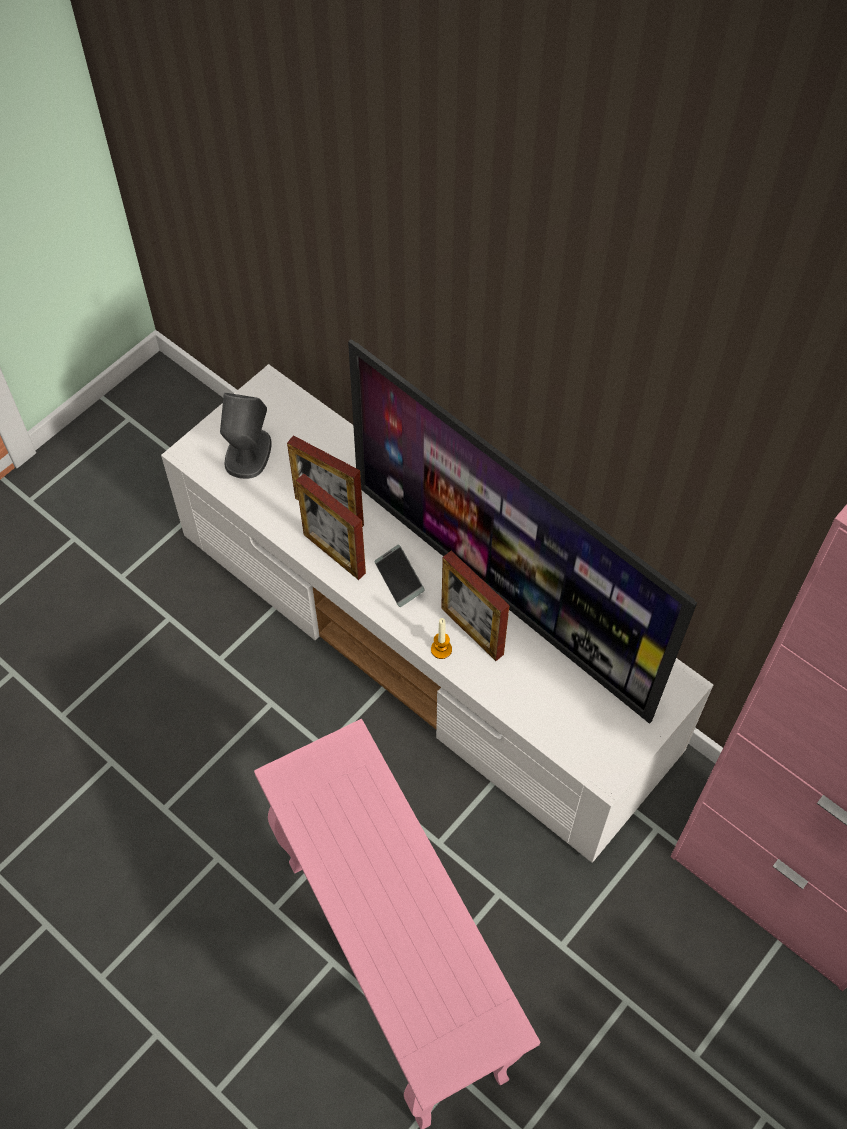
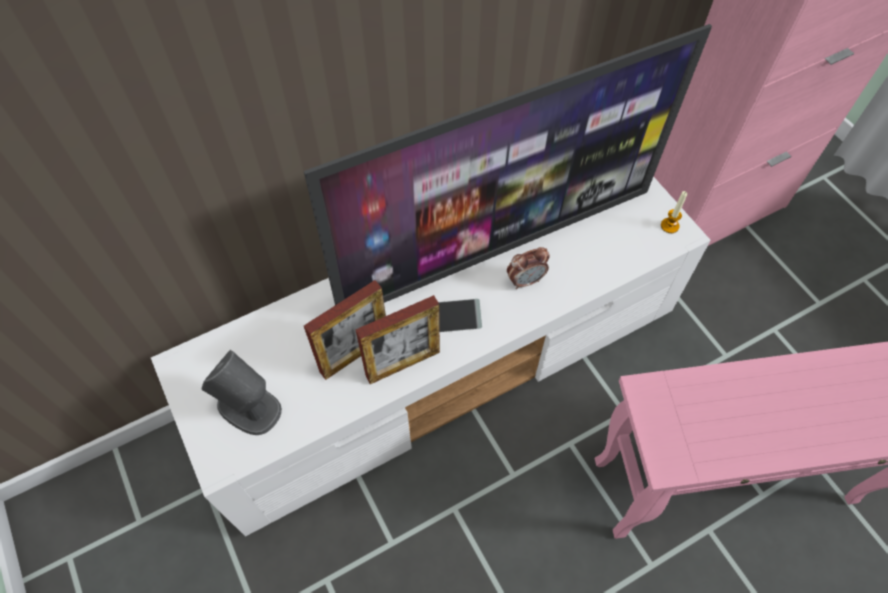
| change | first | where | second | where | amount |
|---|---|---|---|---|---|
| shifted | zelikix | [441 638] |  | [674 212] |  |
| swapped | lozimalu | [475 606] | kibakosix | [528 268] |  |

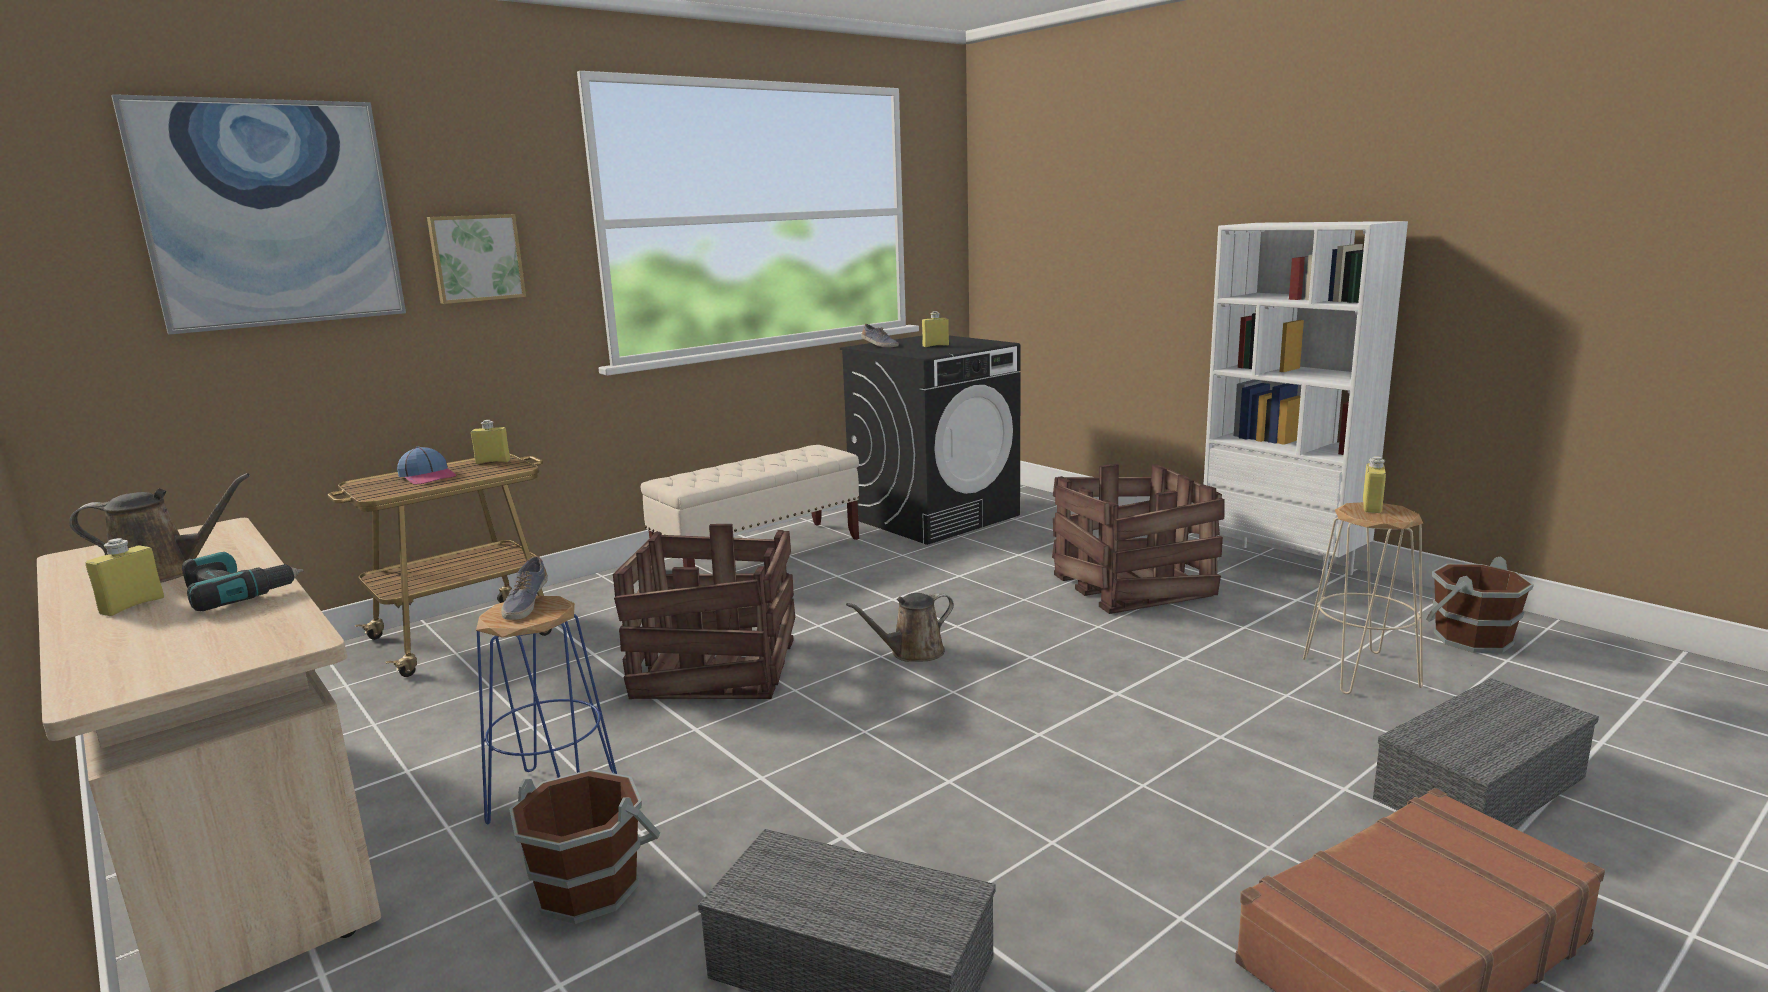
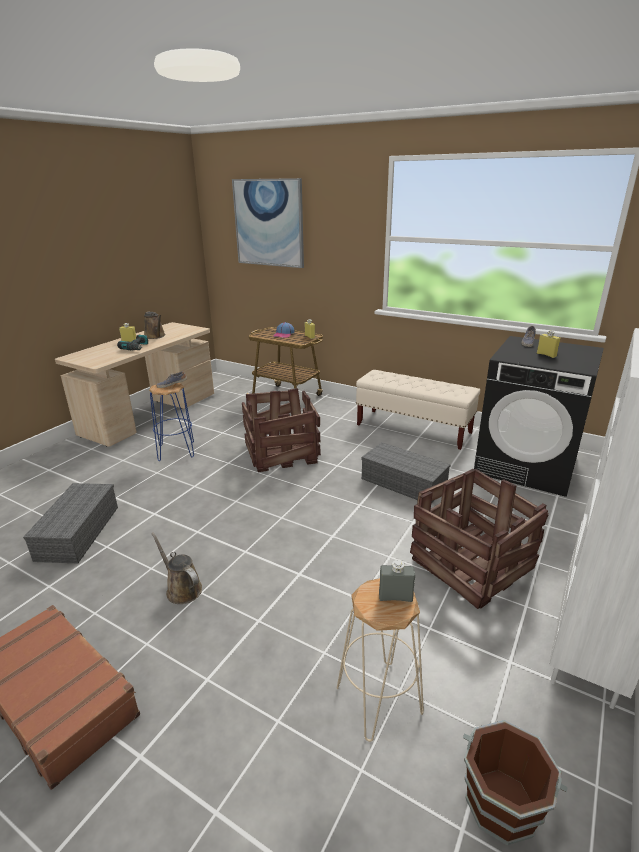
| change | first | where | second | where | amount |
|---|---|---|---|---|---|
| gone | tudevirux | [476 259] |  |  |  |
| gone | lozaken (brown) | [584 846] |  |  |  |
| shifted | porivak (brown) | [900 627] |  | [176 568] |  |
| repainted | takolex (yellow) | [1374 484] | takolex (grey) | [397 581] |  |
| shifted | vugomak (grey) | [1486 752] |  | [406 472] |  |

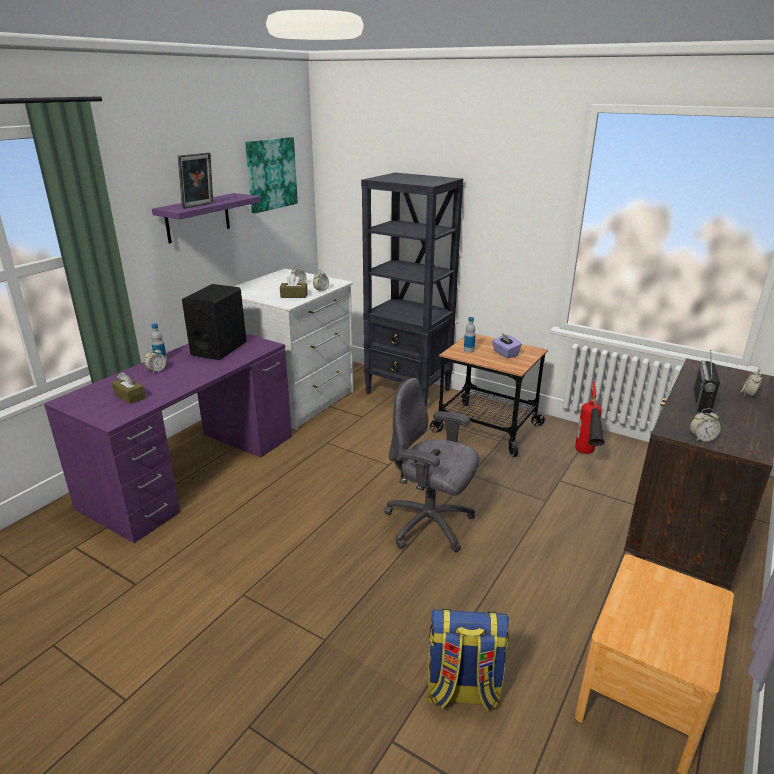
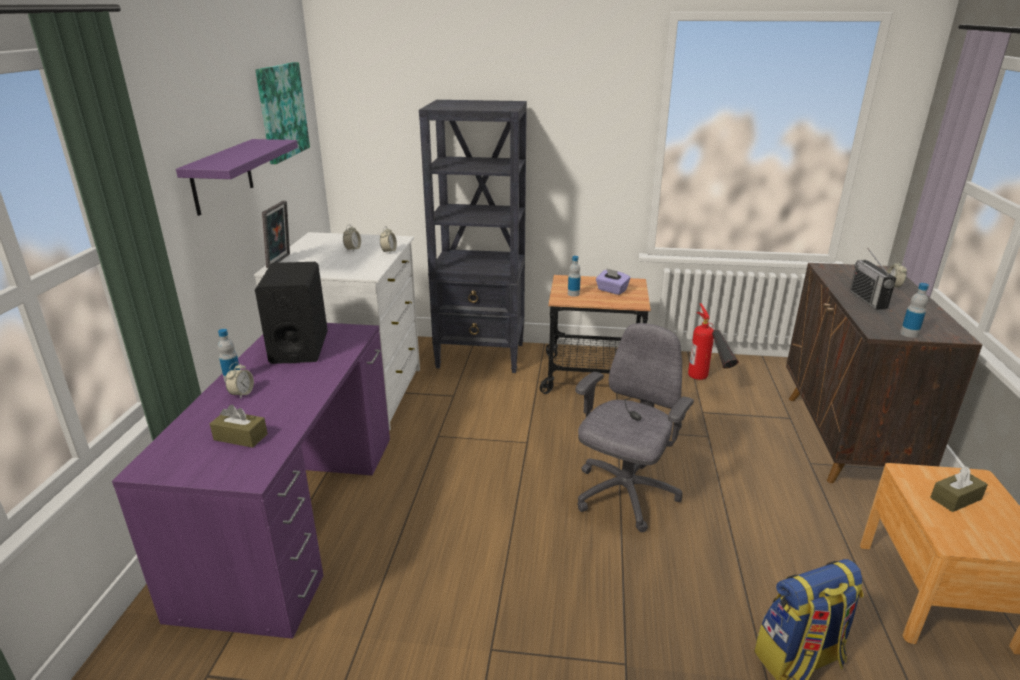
| change | first | where | second | where | amount |
|---|---|---|---|---|---|
| shifted | lozimalu | [195 180] |  | [276 234] |  |
| shifted | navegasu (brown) | [294 286] |  | [959 489] |  |
| rotated | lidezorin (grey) | [432 465] |  | [634 427] | 120 degrees clockwise |
| swapped | kibakosix | [705 425] | takolex | [914 310] |  |

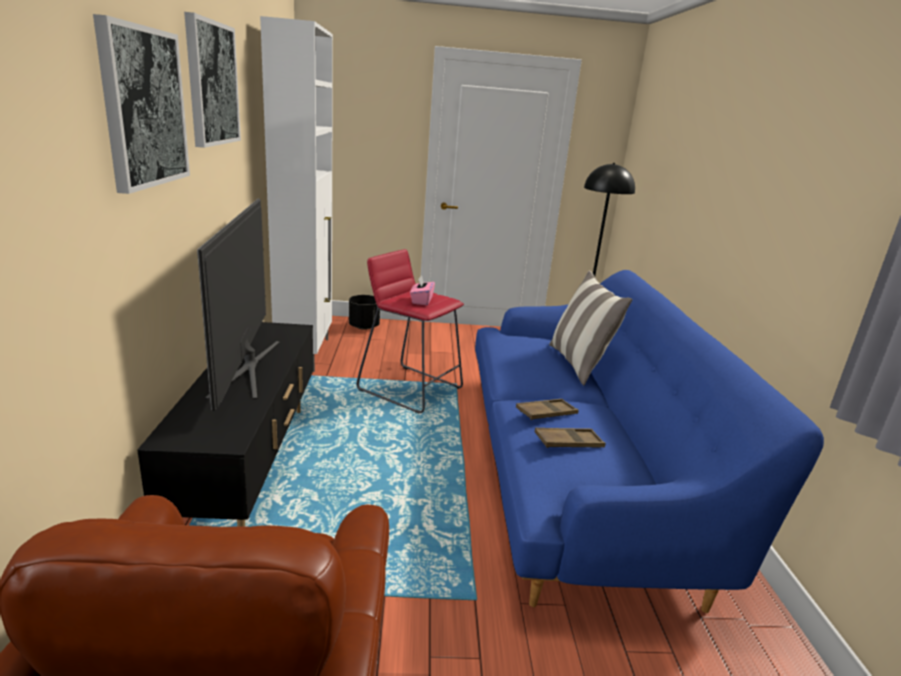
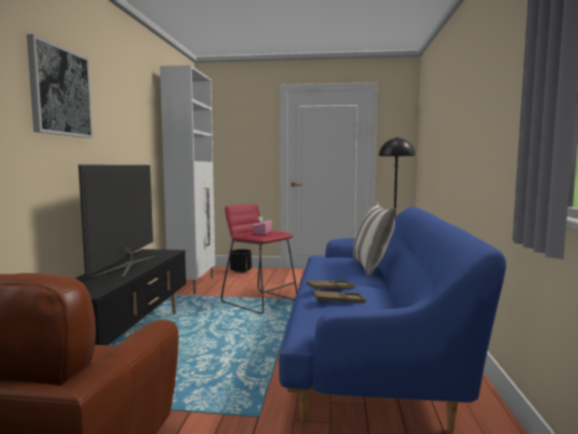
| change | first | where | second | where | amount |
|---|---|---|---|---|---|
| gone | tudevirux | [212 80] |  |  |  |

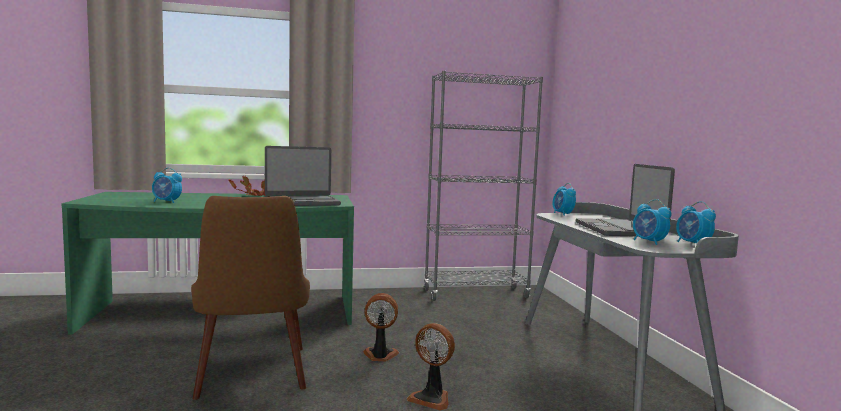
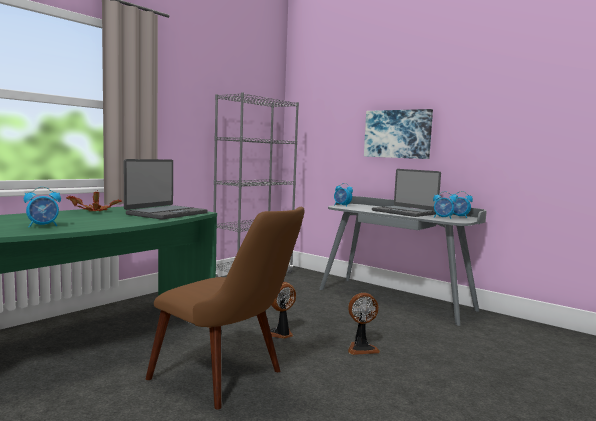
| change | first | where | second | where | amount |
|---|---|---|---|---|---|
| new |  |  | tudevirux | [398 134] |  |

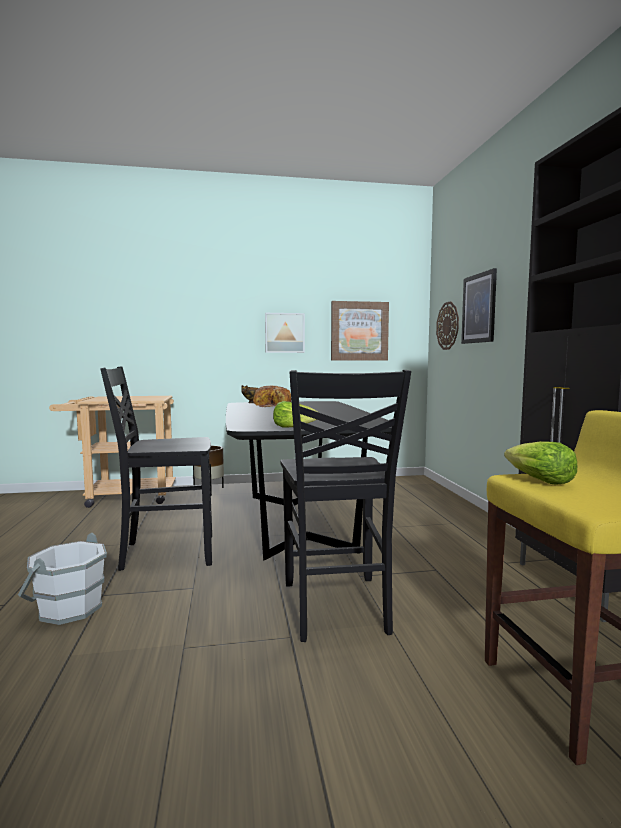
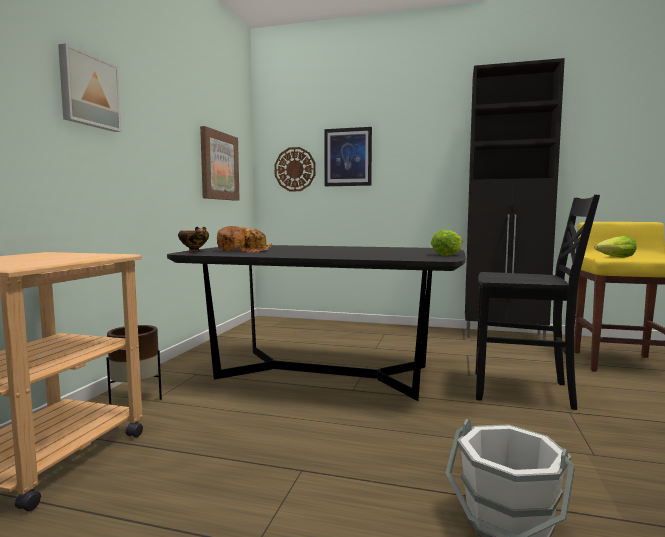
| change | first | where | second | where | amount |
|---|---|---|---|---|---|
| gone | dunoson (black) | [156 468] |  |  |  |
| shifted | tudevirux | [285 333] |  | [90 87] |  |

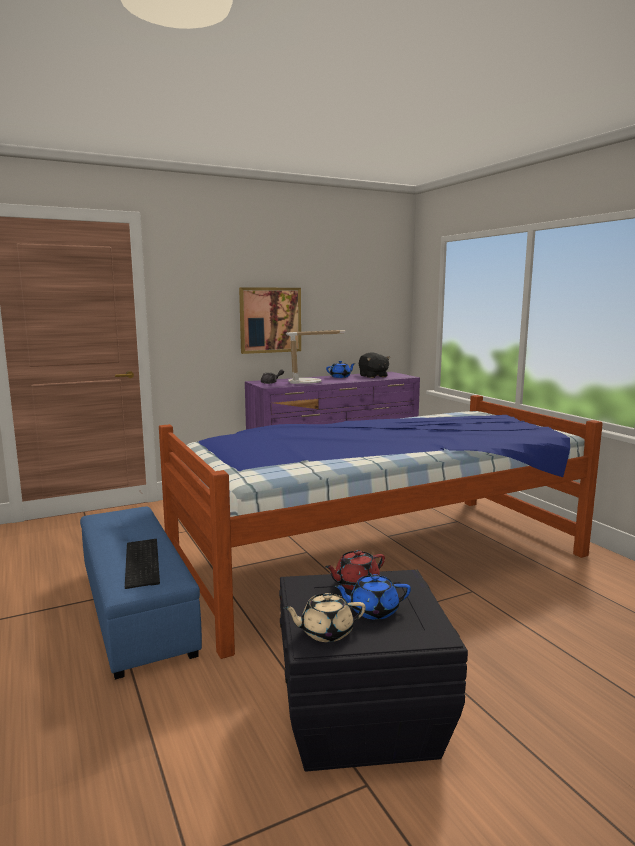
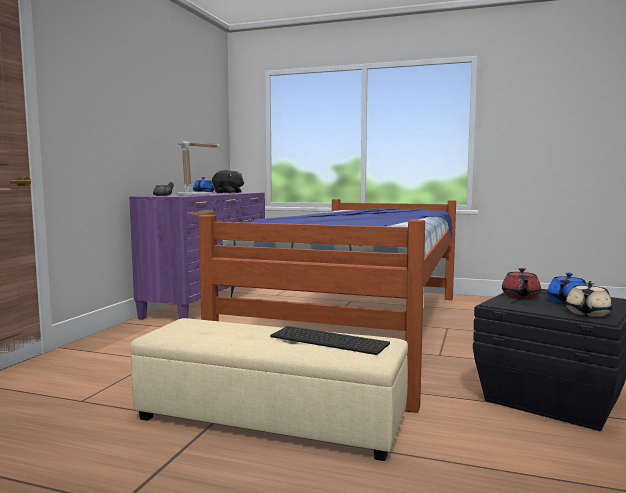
| change | first | where | second | where | amount |
|---|---|---|---|---|---|
| repainted | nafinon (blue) | [141 593] | nafinon (beige) | [269 389] |  |
| gone | tudevirux | [270 320] |  |  |  |

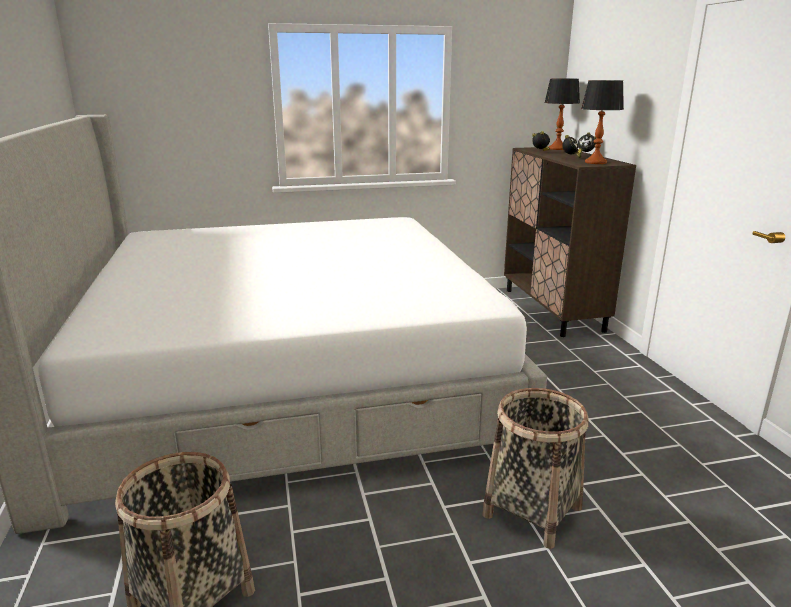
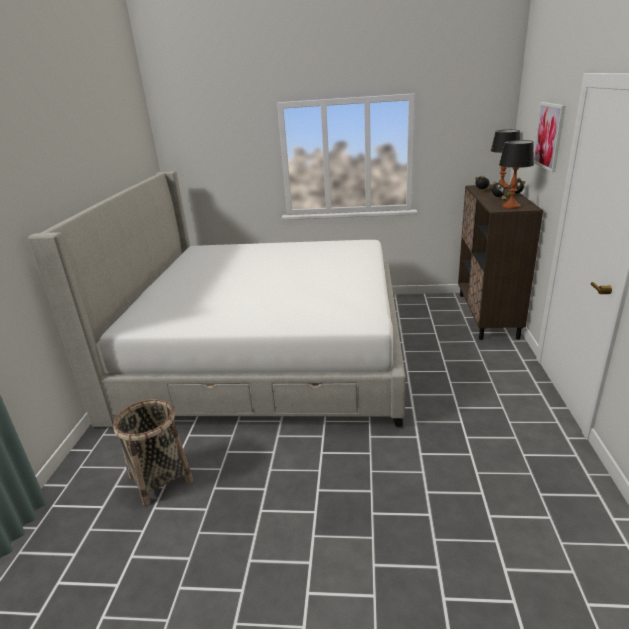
| change | first | where | second | where | amount |
|---|---|---|---|---|---|
| gone | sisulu | [535 468] |  |  |  |
| new |  |  | tudevirux | [549 137] |  |

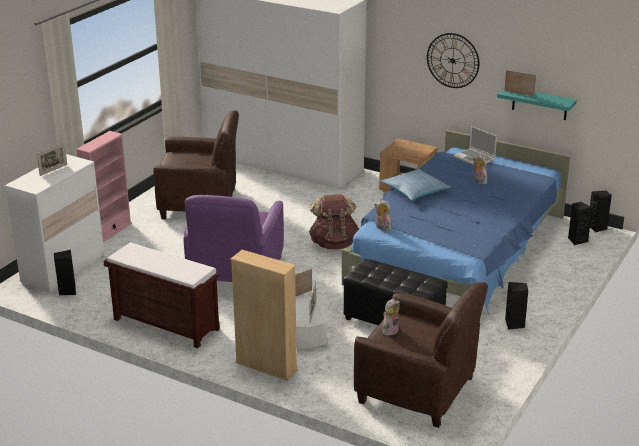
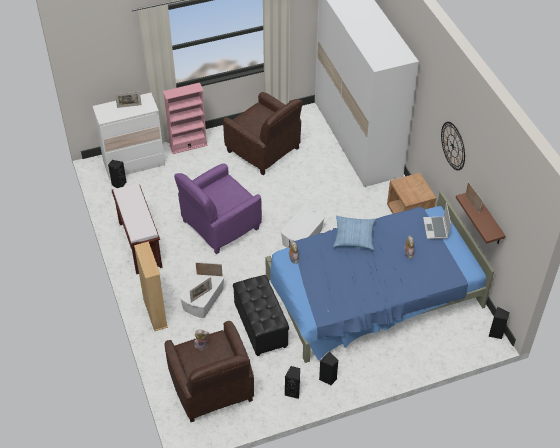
| change | first | where | second | where | amount |
|---|---|---|---|---|---|
| swapped | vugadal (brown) | [334 221] | vugomak (white) | [303 227] |  |
| repainted | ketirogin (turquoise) | [537 104] | ketirogin (brown) | [481 218] |  |
| shifted | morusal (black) | [580 223] |  | [292 382] |  |

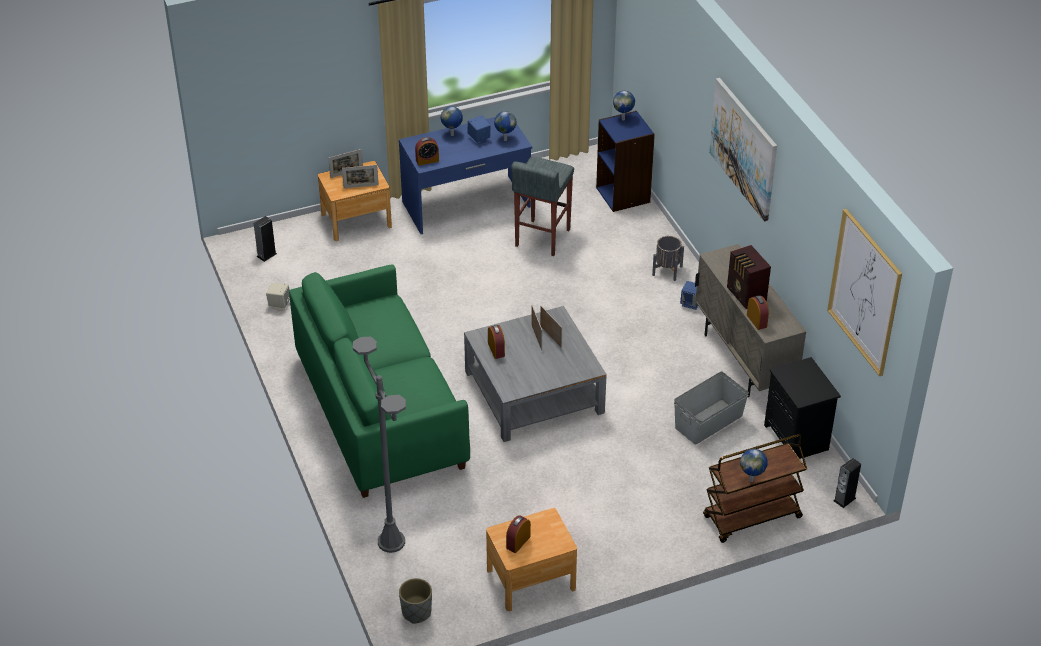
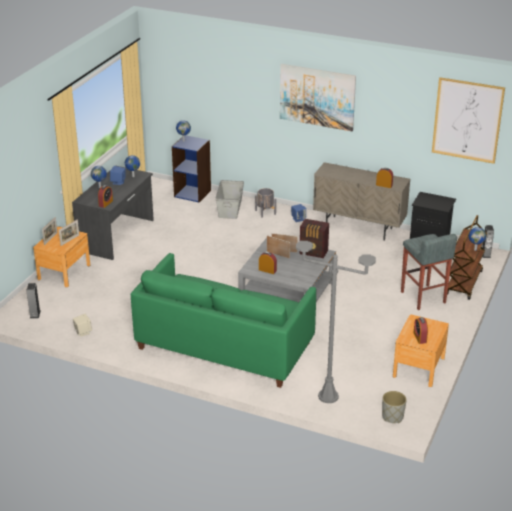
| change | first | where | second | where | amount |
|---|---|---|---|---|---|
| repainted | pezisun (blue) | [465 175] | pezisun (grey) | [113 213] |  |
| shifted | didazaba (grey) | [542 206] |  | [429 272] |  |
| shifted | vugomak (grey) | [711 408] |  | [229 199] |  |
| shifted | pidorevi | [749 277] |  | [314 238] |  |

